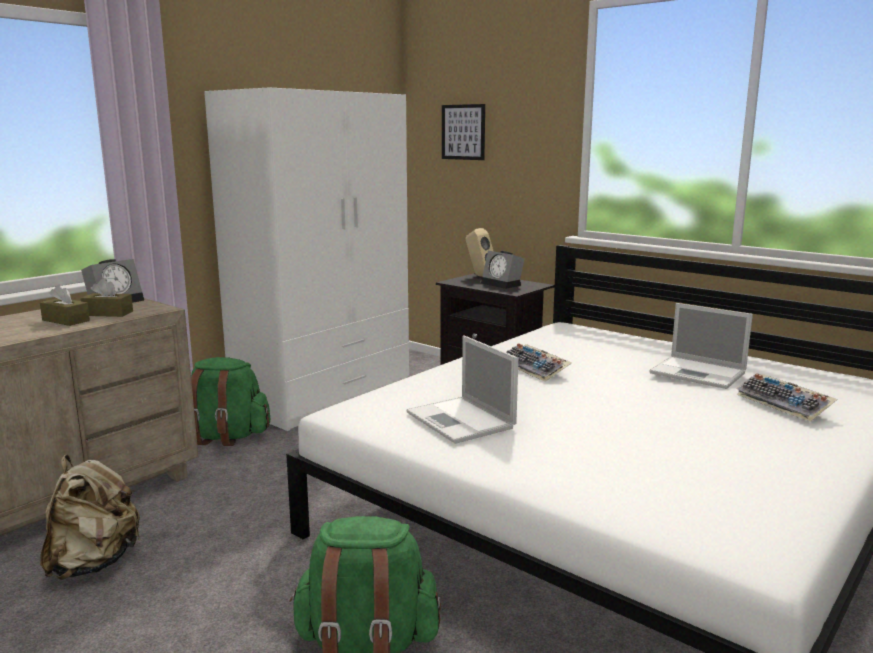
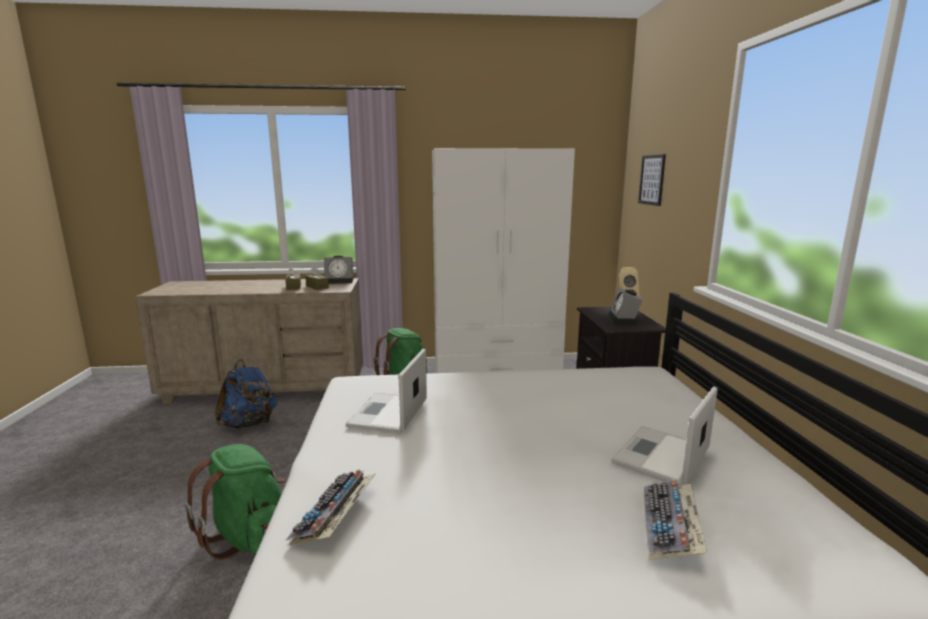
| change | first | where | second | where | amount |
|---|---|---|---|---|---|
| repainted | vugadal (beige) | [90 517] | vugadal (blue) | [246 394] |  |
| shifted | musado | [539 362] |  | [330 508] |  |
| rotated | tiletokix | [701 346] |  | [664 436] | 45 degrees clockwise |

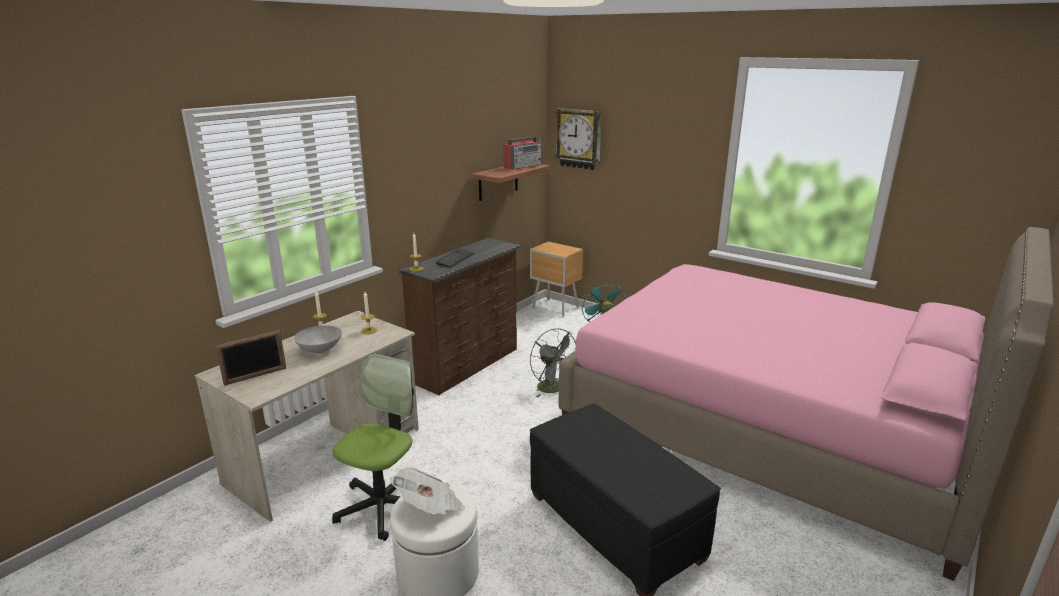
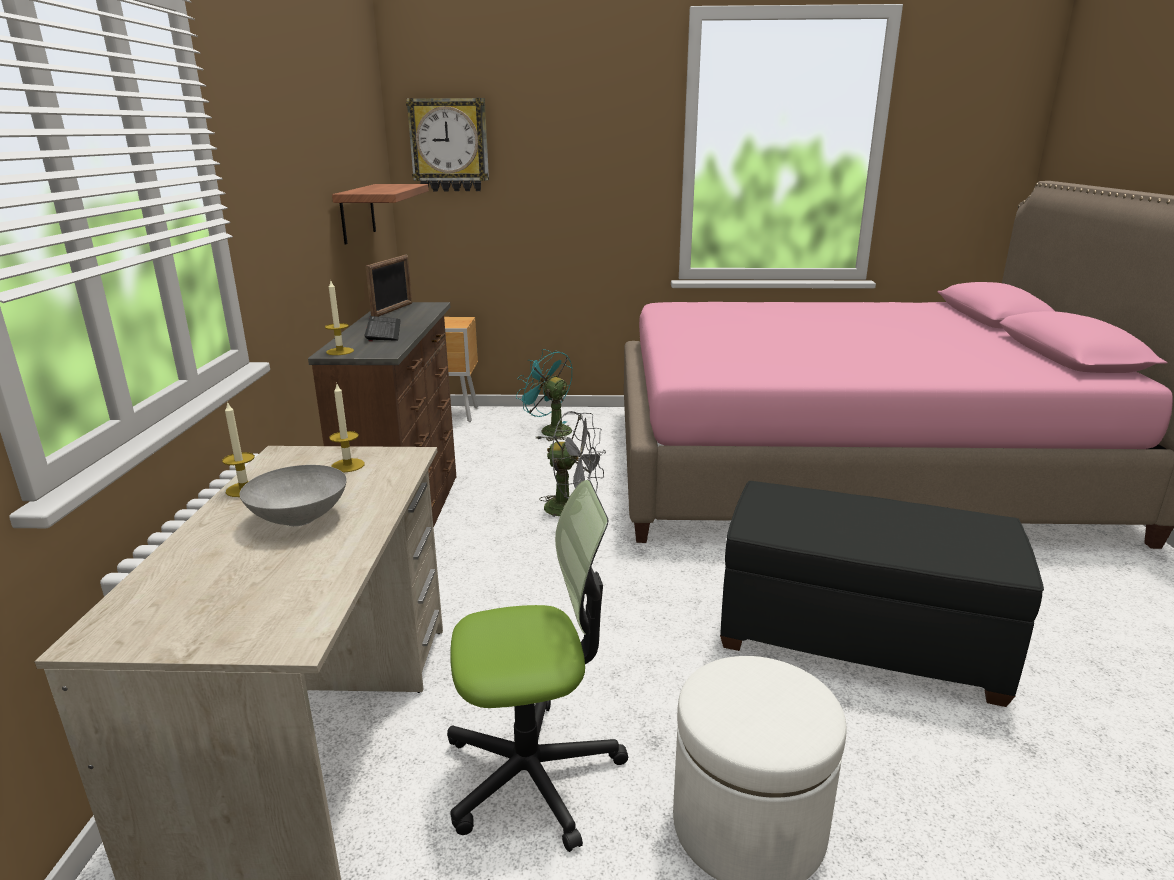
| change | first | where | second | where | amount |
|---|---|---|---|---|---|
| shifted | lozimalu | [251 358] |  | [388 286] |  |
| rotated | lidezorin | [373 447] |  | [537 666] | 90 degrees clockwise |
| gone | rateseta | [427 491] |  |  |  |
| gone | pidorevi | [523 153] |  |  |  |

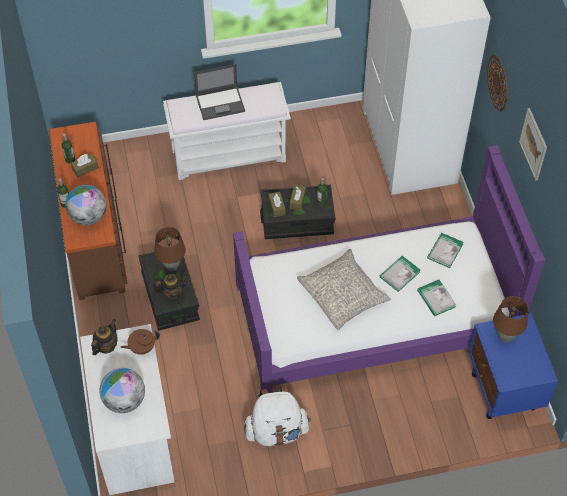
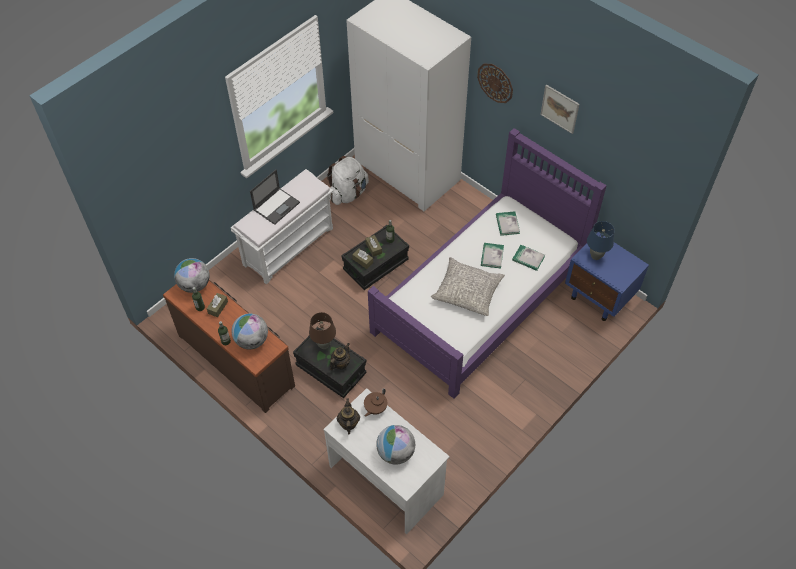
| change | first | where | second | where | amount |
|---|---|---|---|---|---|
| shifted | vugadal (white) | [277 415] |  | [348 180] |  |
| repainted | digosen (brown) | [510 319] | digosen (blue) | [601 240] |  |
| new |  |  | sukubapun | [192 275] |  |

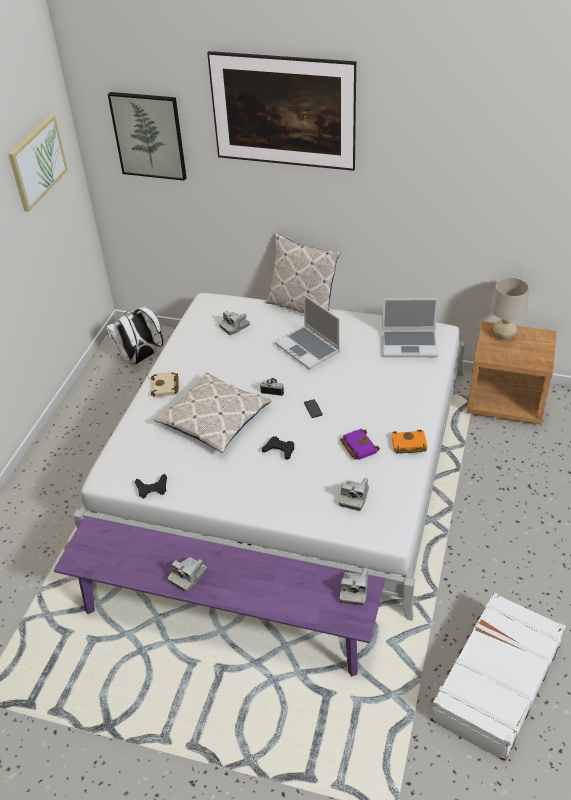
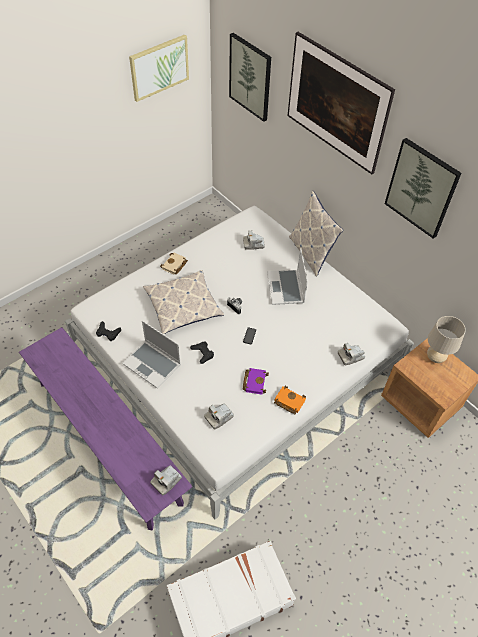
| change | first | where | second | where | amount |
|---|---|---|---|---|---|
| gone | vugadal (white) | [134 335] |  |  |  |
| shifted | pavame | [187 574] |  | [351 354] |  |
| shifted | tiletokix | [410 327] |  | [151 354] |  |
| new |  |  | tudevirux | [423 188] |  |

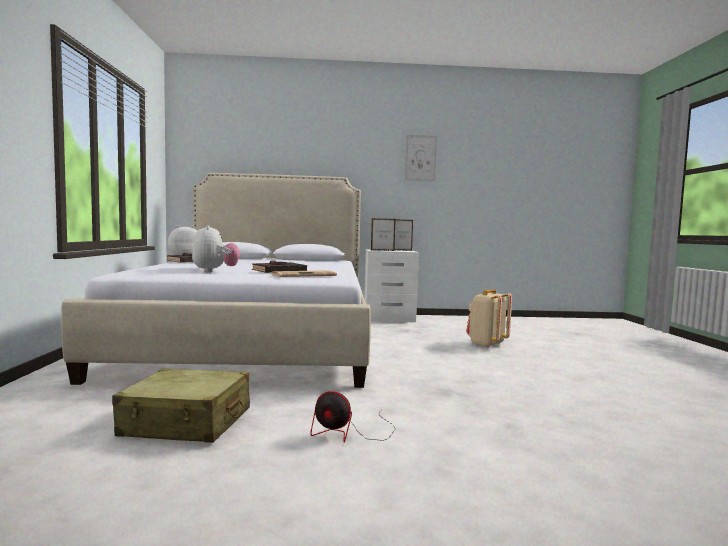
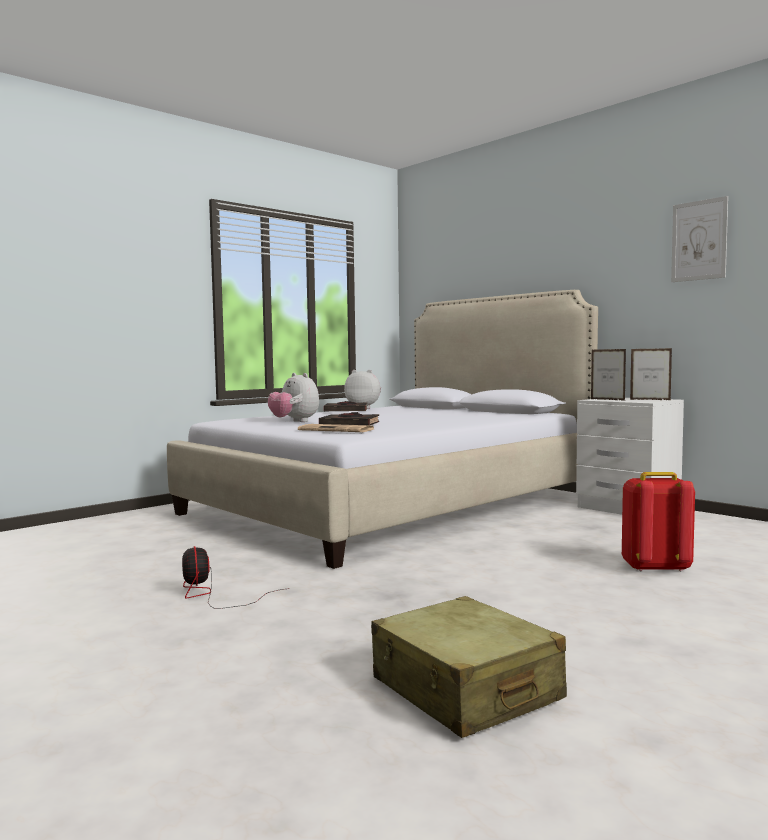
| change | first | where | second | where | amount |
|---|---|---|---|---|---|
| shifted | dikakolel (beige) | [181 405] |  | [469 667] |  |
| rotated | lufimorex | [216 248] |  | [293 397] | 105 degrees clockwise |
| repainted | vugadal (beige) | [489 318] | vugadal (red) | [658 522] |  |

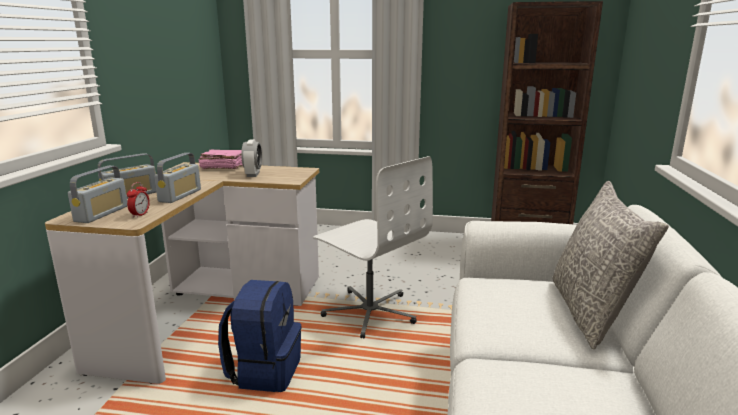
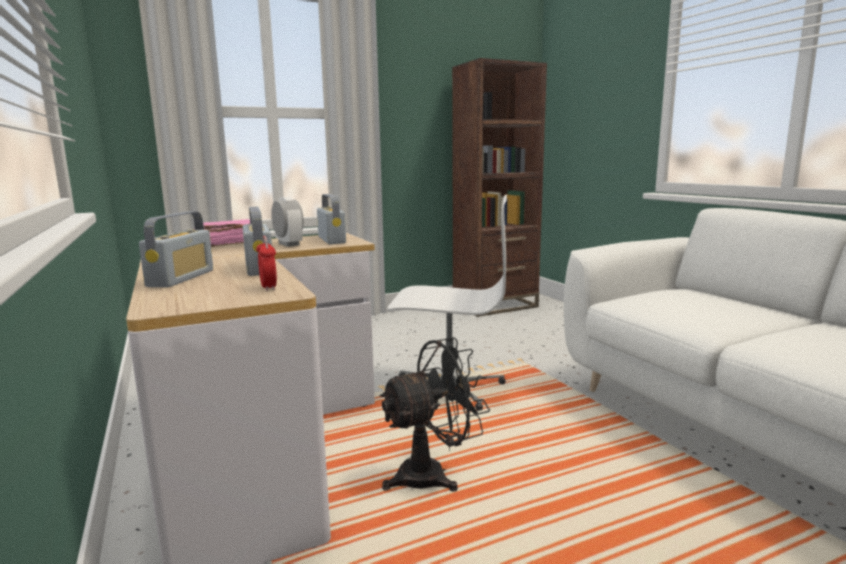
| change | first | where | second | where | amount |
|---|---|---|---|---|---|
| shifted | pidorevi | [97 194] |  | [331 219] |  |
| swapped | vugadal (blue) | [259 336] | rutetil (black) | [435 414] |  |
| gone | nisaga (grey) | [610 265] |  |  |  |

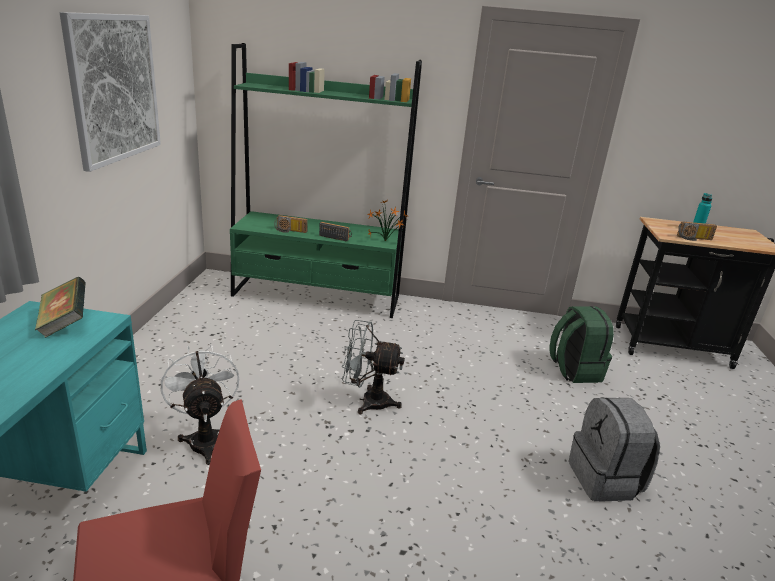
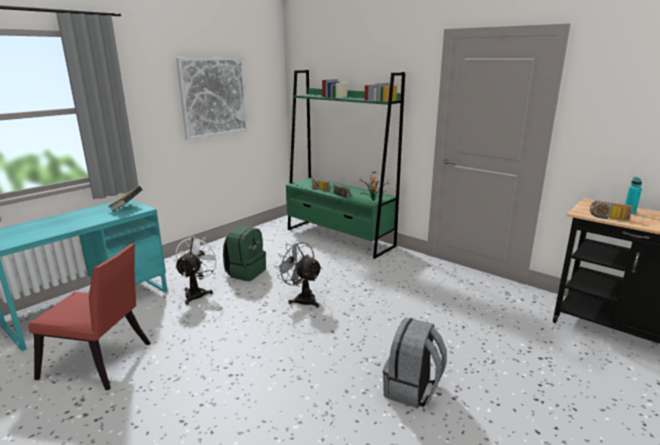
| change | first | where | second | where | amount |
|---|---|---|---|---|---|
| shifted | vugadal (green) | [582 344] |  | [244 253] |  |

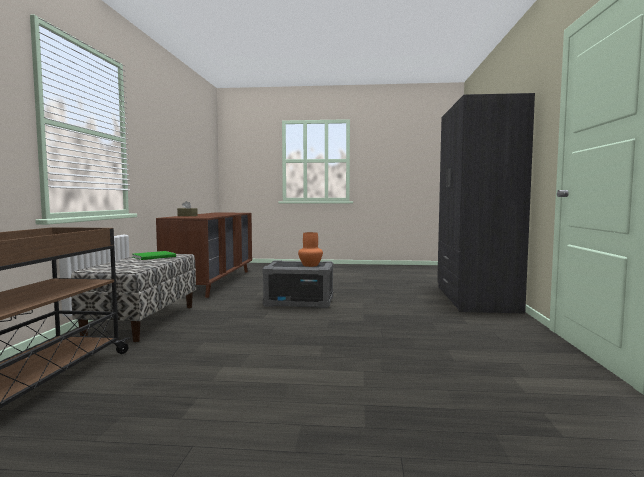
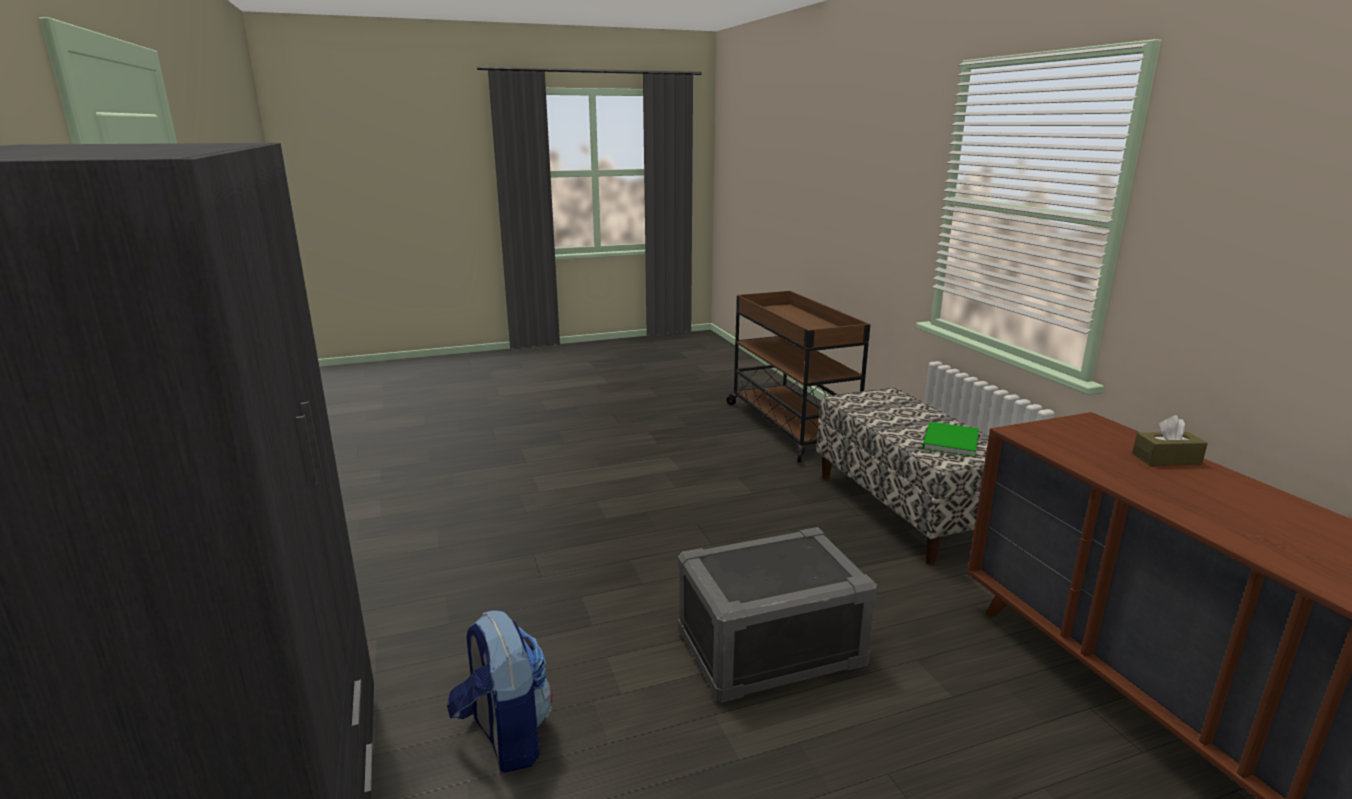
| change | first | where | second | where | amount |
|---|---|---|---|---|---|
| gone | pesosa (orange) | [310 249] |  |  |  |
| new |  |  | vugadal | [499 691] |  |

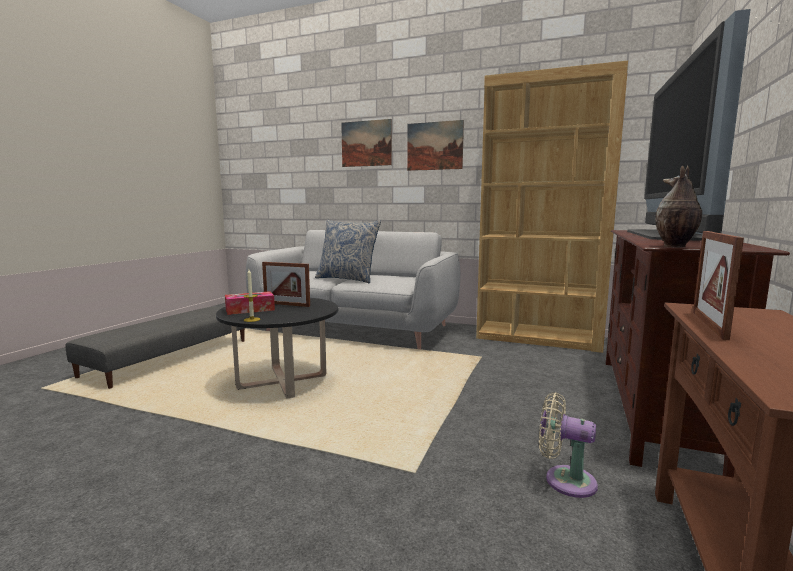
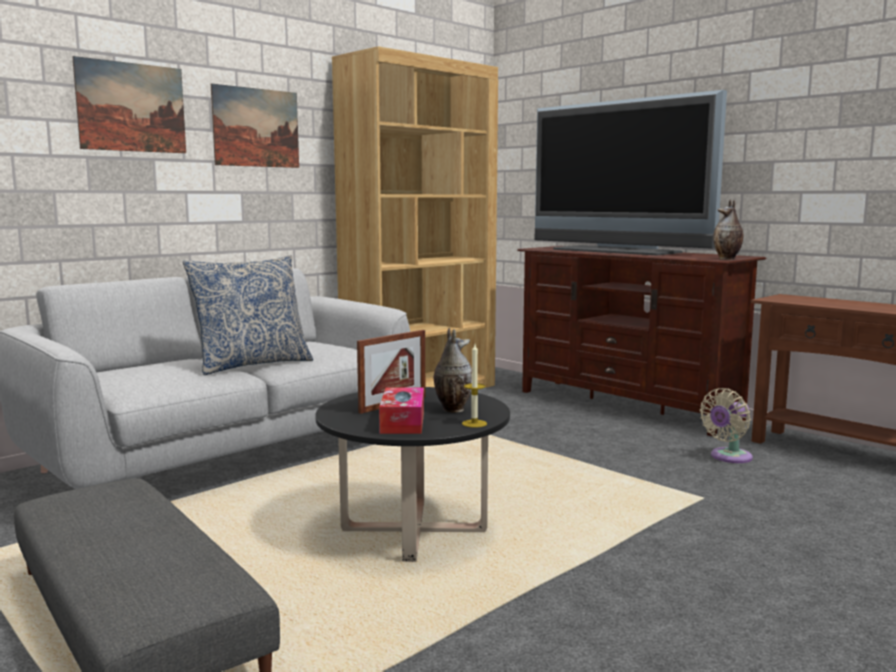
| change | first | where | second | where | amount |
|---|---|---|---|---|---|
| gone | lozimalu | [718 285] |  |  |  |
| new |  |  | pesosa | [453 370] |  |

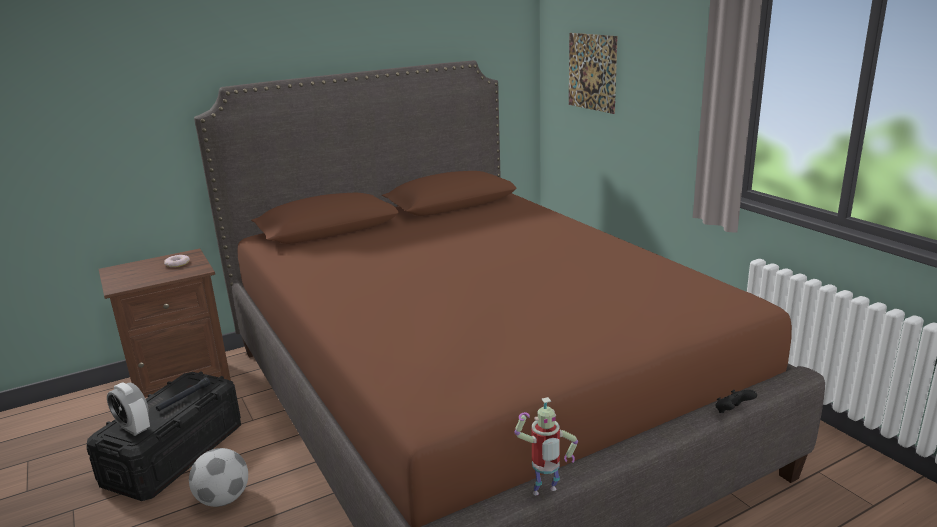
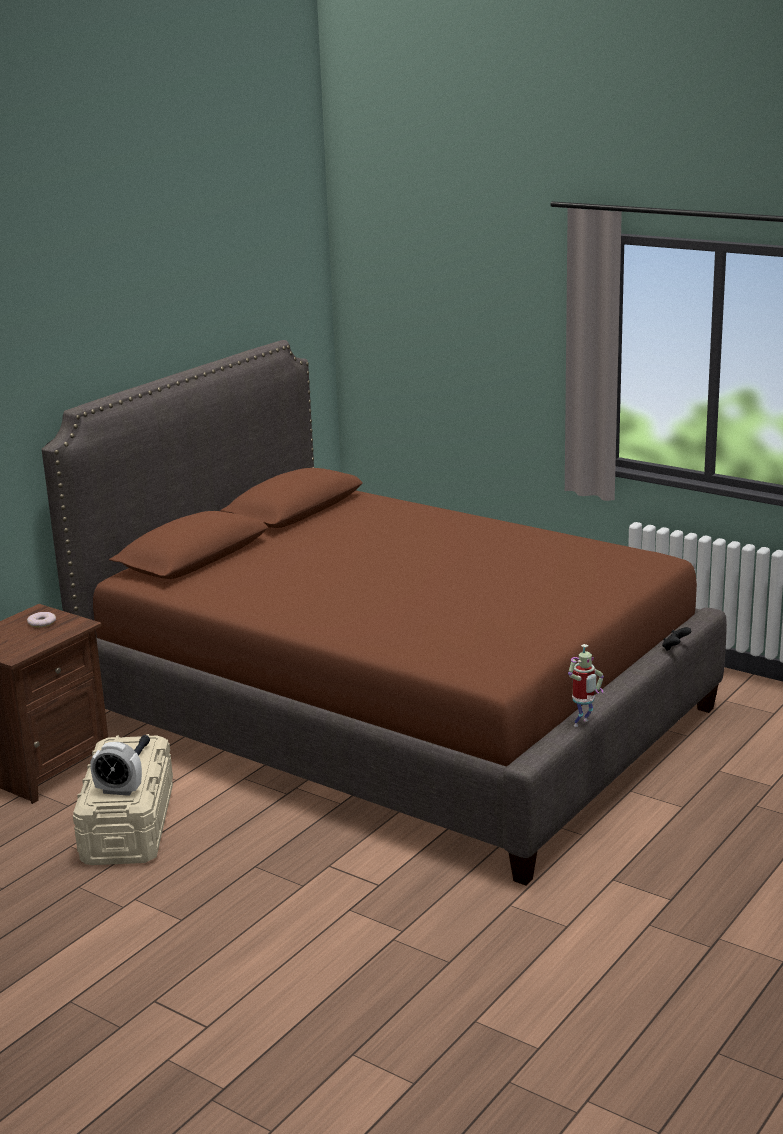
| change | first | where | second | where | amount |
|---|---|---|---|---|---|
| repainted | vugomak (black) | [163 436] | vugomak (beige) | [123 799] |  |
| gone | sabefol | [218 477] |  |  |  |
| gone | tudevirux | [593 73] |  |  |  |

